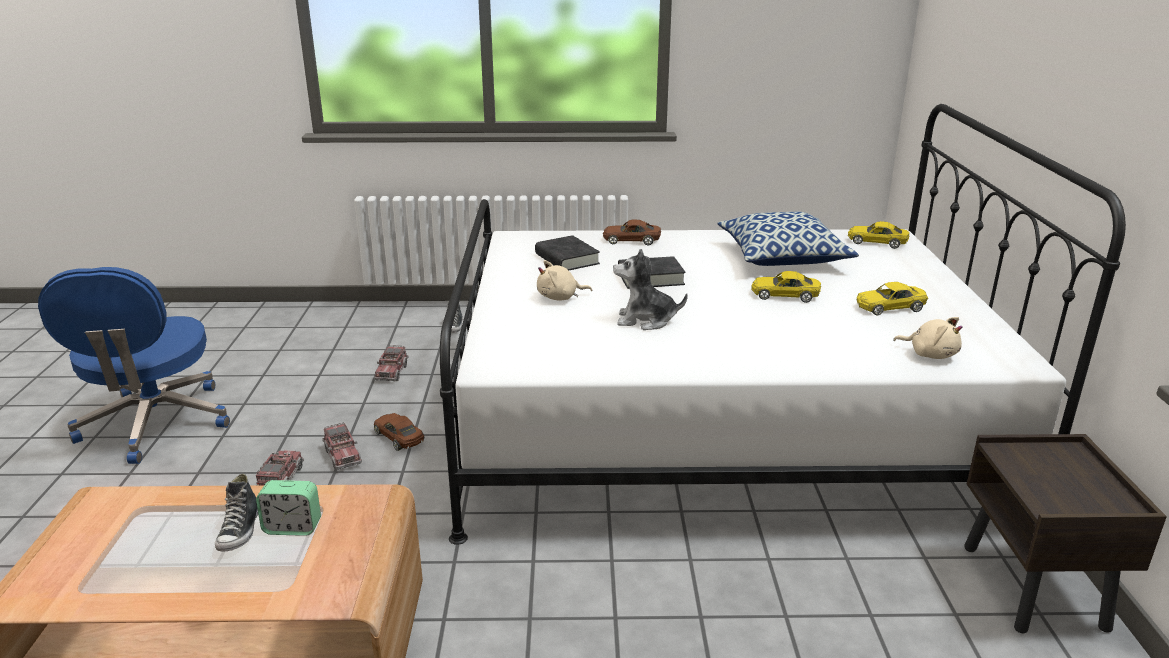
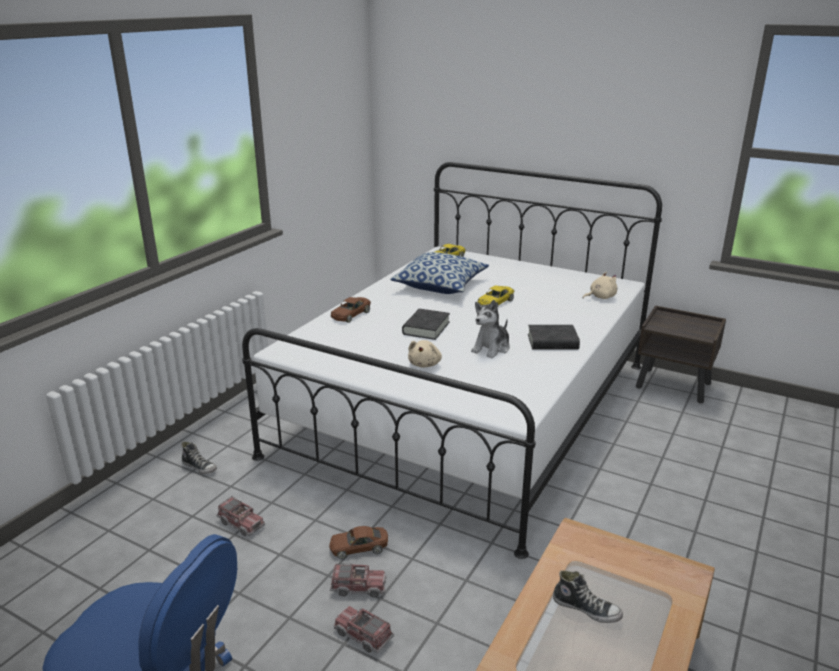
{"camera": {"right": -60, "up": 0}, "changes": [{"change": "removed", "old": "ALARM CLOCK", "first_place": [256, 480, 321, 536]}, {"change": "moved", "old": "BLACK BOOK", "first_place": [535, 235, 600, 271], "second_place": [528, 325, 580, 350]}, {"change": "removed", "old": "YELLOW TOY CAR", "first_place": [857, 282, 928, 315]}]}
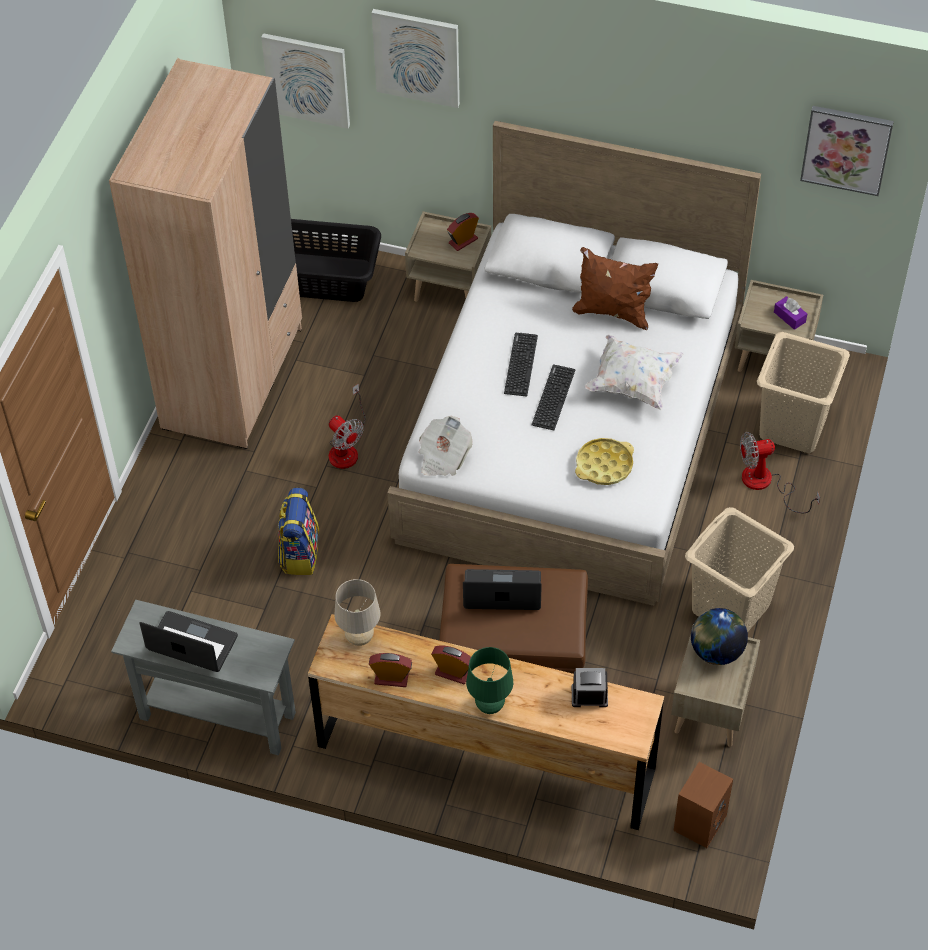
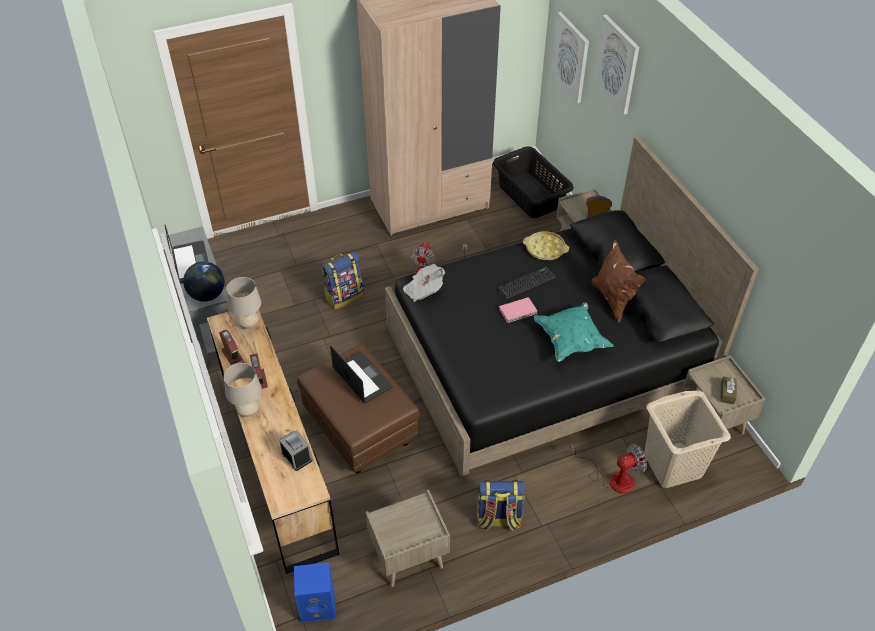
{"camera": {"right": 50, "up": -5}, "changes": [{"change": "recoloured", "old": "WHITE BED", "new": "BLACK BED", "first_place": [387, 121, 761, 606], "second_place": [385, 136, 759, 477]}, {"change": "recoloured", "old": "GREEN TABLE LAMP", "new": "BEIGE TABLE LAMP", "first_place": [466, 647, 513, 714], "second_place": [224, 363, 262, 417]}, {"change": "replaced", "old": "KEYBOARD", "new": "PINK BOOK", "first_place": [532, 365, 575, 430], "second_place": [498, 297, 537, 323]}, {"change": "moved", "old": "YELLOW TRAY", "first_place": [575, 438, 634, 485], "second_place": [523, 231, 569, 260]}, {"change": "recoloured", "old": "WHITE PILLOW", "new": "TURQUOISE PILLOW", "first_place": [585, 334, 683, 410], "second_place": [534, 303, 614, 362]}, {"change": "recoloured", "old": "BROWN SPEAKER", "new": "BLUE SPEAKER", "first_place": [673, 762, 733, 848], "second_place": [294, 562, 336, 623]}, {"change": "replaced", "old": "BEIGE LAUNDRY BASKET", "new": "BACKPACK", "first_place": [685, 507, 794, 632], "second_place": [477, 480, 525, 531]}, {"change": "moved", "old": "GLOBE", "first_place": [691, 608, 748, 665], "second_place": [183, 261, 225, 302]}, {"change": "turned", "old": "FAN", "first_place": [740, 432, 820, 513], "second_place": [570, 443, 647, 494], "degrees": 120}, {"change": "recoloured", "old": "PURPLE TISSUE BOX", "new": "BROWN TISSUE BOX", "first_place": [774, 296, 807, 330], "second_place": [720, 376, 737, 404]}, {"change": "removed", "old": "PICTURE", "first_place": [800, 106, 894, 196]}]}
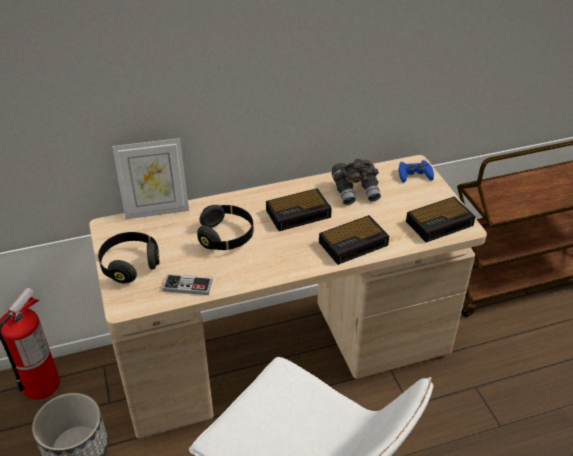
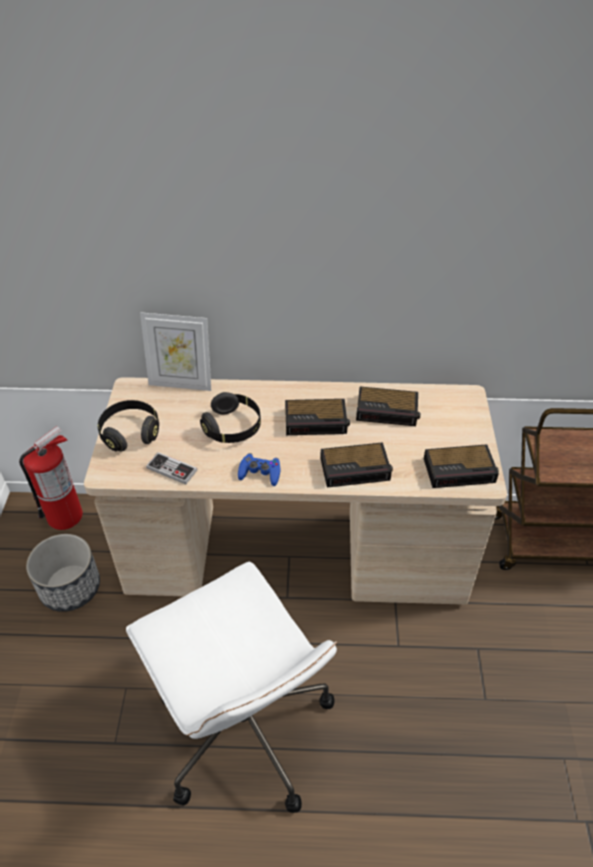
{"camera": {"right": 20, "up": 5}, "changes": [{"change": "replaced", "old": "GREY BINOCULARS", "new": "ALARM CLOCK", "first_place": [332, 159, 381, 205], "second_place": [356, 387, 421, 426]}, {"change": "moved", "old": "BLUE GAME CONTROLLER", "first_place": [398, 160, 434, 183], "second_place": [238, 453, 280, 486]}]}
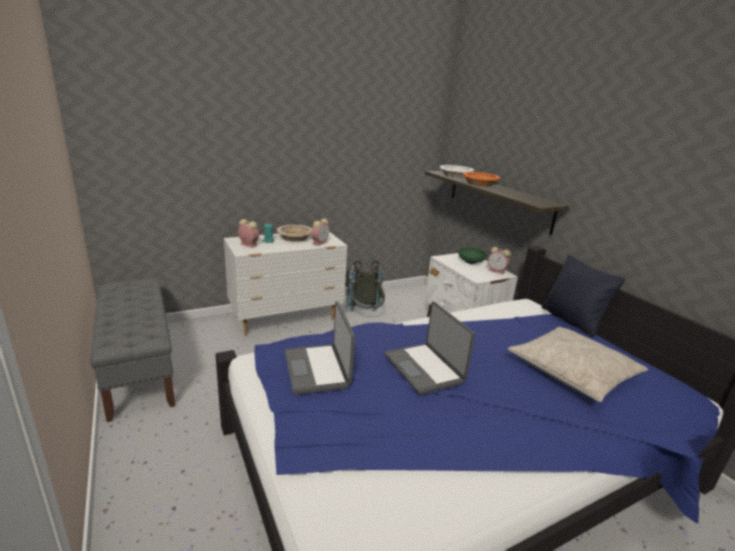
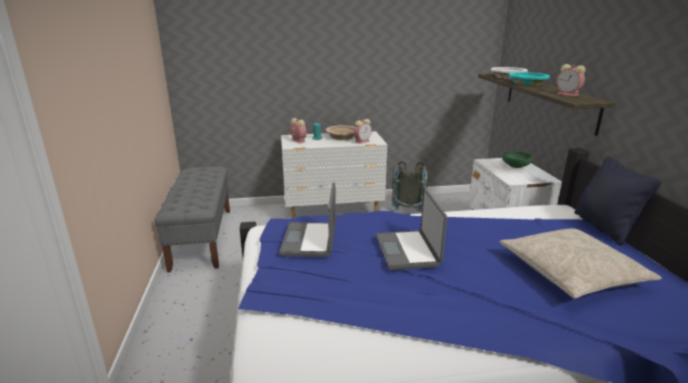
{"camera": {"right": 20, "up": 0}, "changes": [{"change": "recoloured", "old": "ORANGE BOWL", "new": "TURQUOISE BOWL", "first_place": [463, 172, 500, 186], "second_place": [509, 72, 550, 86]}, {"change": "moved", "old": "ALARM CLOCK", "first_place": [488, 247, 511, 274], "second_place": [557, 64, 586, 96]}]}
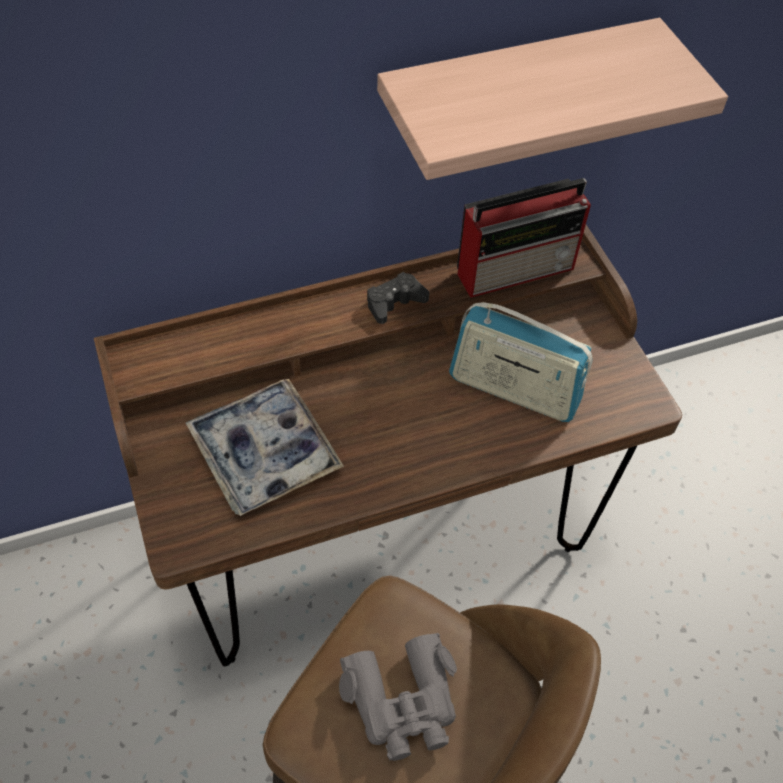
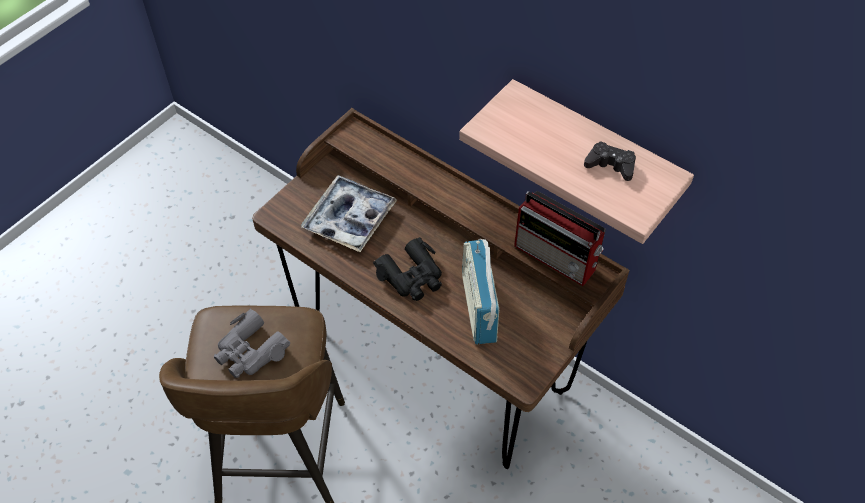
{"camera": {"right": 60, "up": 0}, "changes": [{"change": "moved", "old": "BLACK GAME CONTROLLER", "first_place": [367, 272, 429, 324], "second_place": [584, 141, 636, 181]}, {"change": "added", "new": "BLACK BINOCULARS", "second_place": [373, 237, 442, 301]}]}
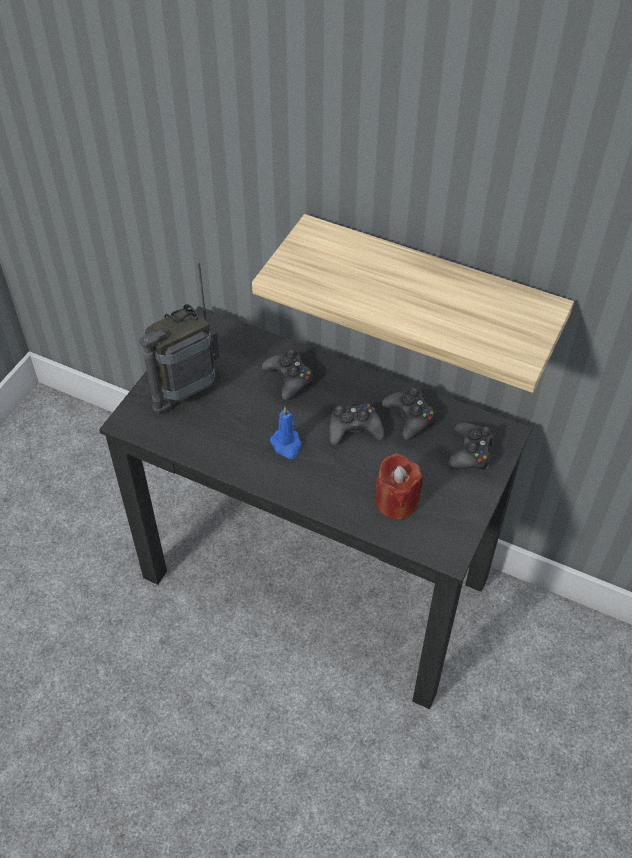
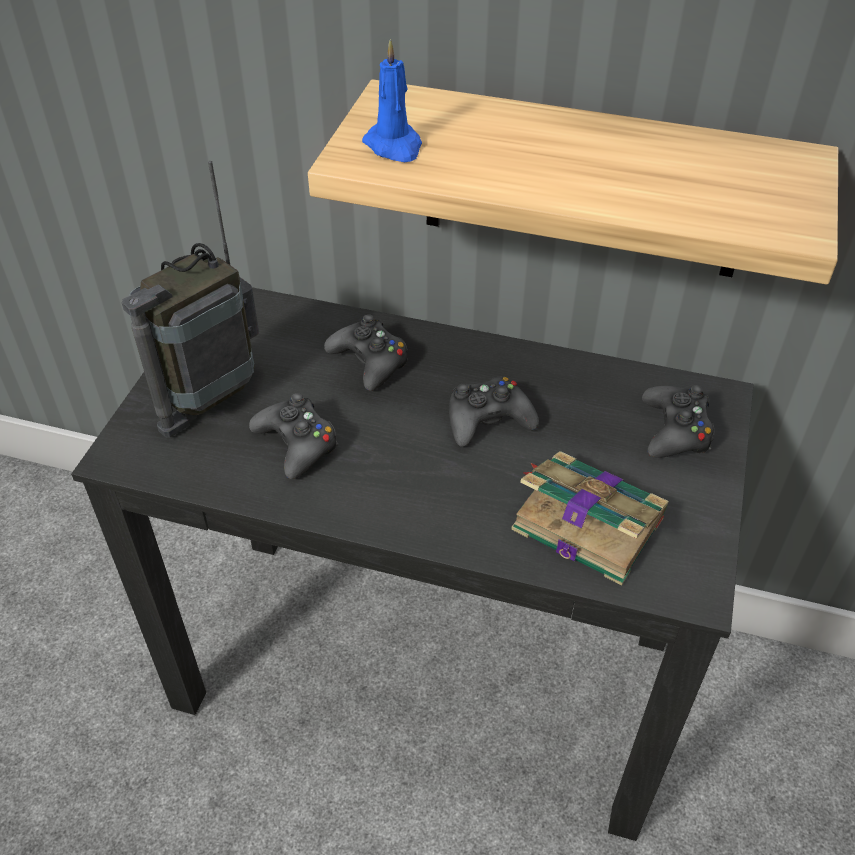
{"camera": {"right": -10, "up": -5}, "changes": [{"change": "moved", "old": "BLUE CANDLE", "first_place": [270, 407, 301, 459], "second_place": [362, 39, 422, 162]}, {"change": "replaced", "old": "RED CANDLE", "new": "BOOK", "first_place": [376, 453, 423, 520], "second_place": [511, 451, 669, 585]}, {"change": "moved", "old": "BLACK GAME CONTROLLER", "first_place": [382, 387, 436, 440], "second_place": [249, 393, 338, 479]}]}
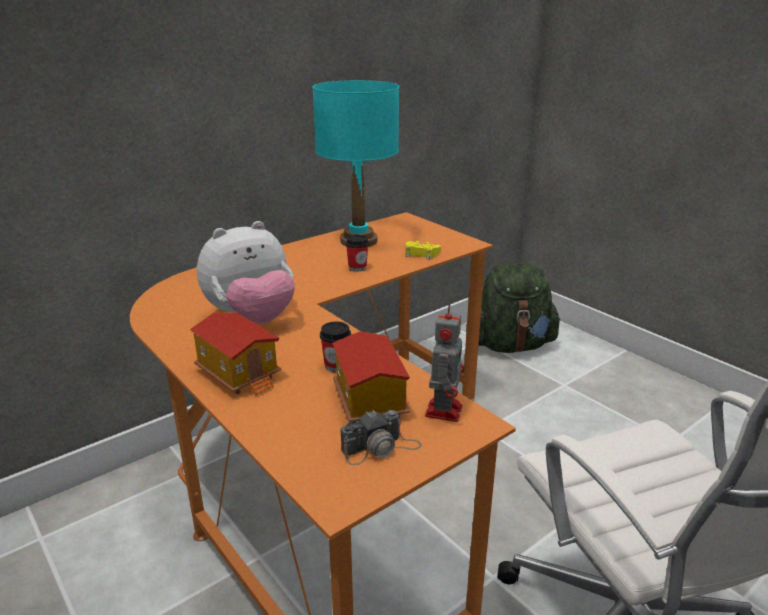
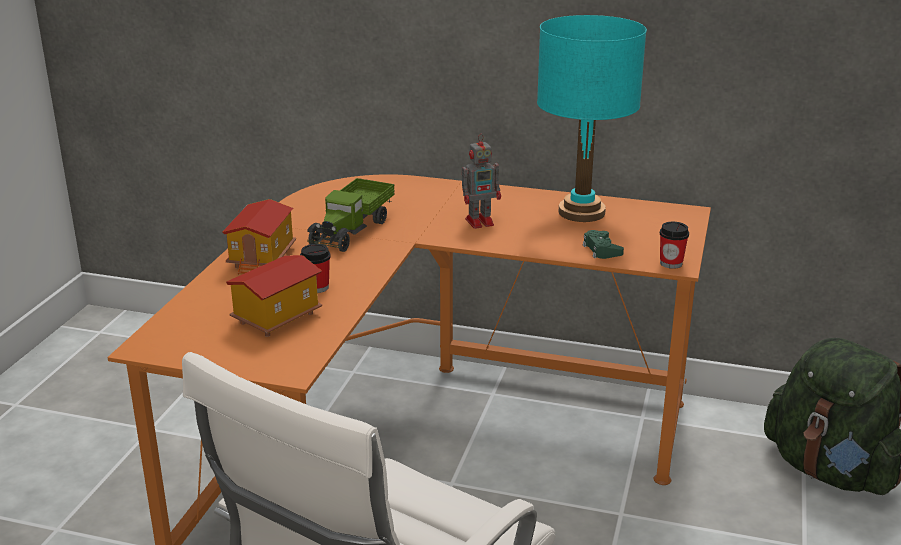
{"camera": {"right": 55, "up": 0}, "changes": [{"change": "replaced", "old": "PLUSH TOY", "new": "TOY TRUCK", "first_place": [197, 221, 295, 324], "second_place": [307, 178, 395, 252]}, {"change": "removed", "old": "PHOTO CAMERA", "first_place": [341, 410, 422, 465]}, {"change": "moved", "old": "CUP", "first_place": [346, 234, 369, 272], "second_place": [660, 222, 689, 269]}, {"change": "recoloured", "old": "YELLOW GAME CONTROLLER", "new": "GREEN GAME CONTROLLER", "first_place": [405, 241, 441, 260], "second_place": [583, 230, 624, 259]}, {"change": "moved", "old": "TOY ROBOT", "first_place": [425, 303, 465, 422], "second_place": [462, 134, 501, 229]}]}
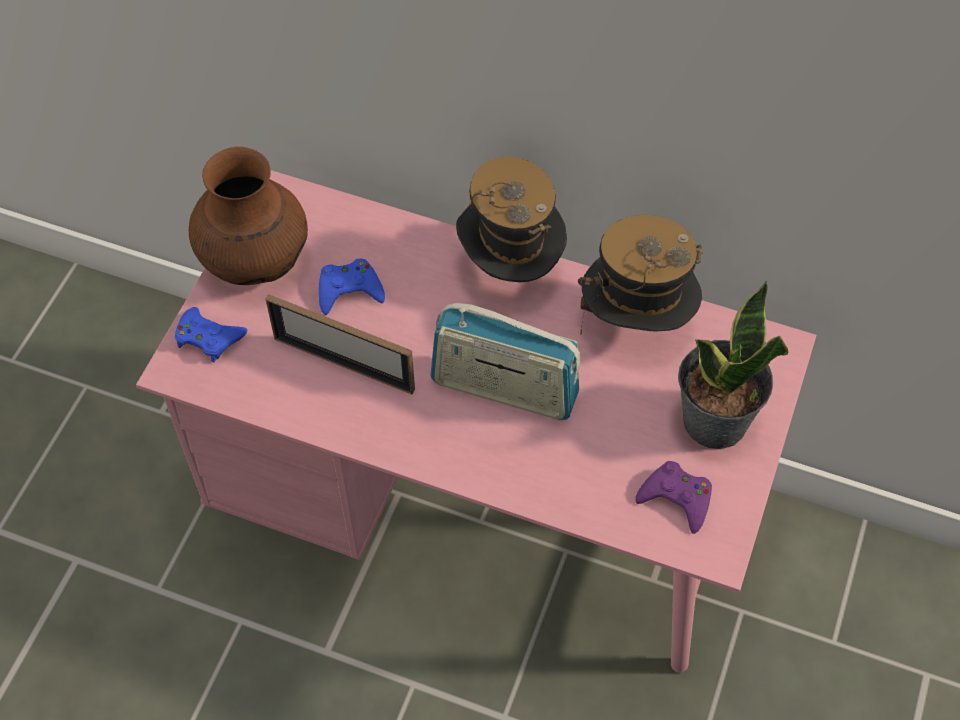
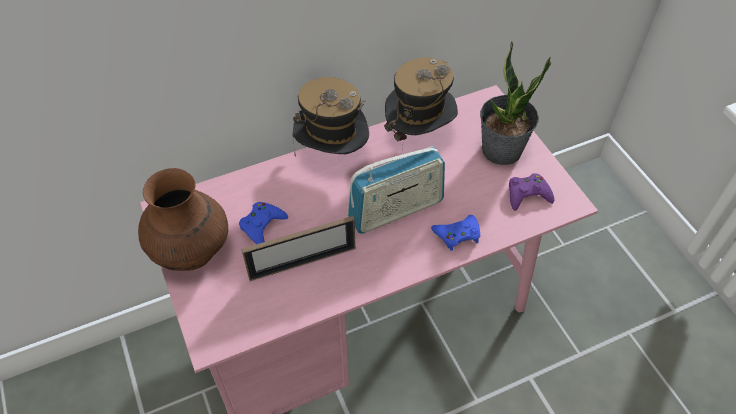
{"camera": {"right": -45, "up": -5}, "changes": [{"change": "moved", "old": "BLUE GAME CONTROLLER", "first_place": [175, 307, 247, 362], "second_place": [431, 215, 480, 251]}]}
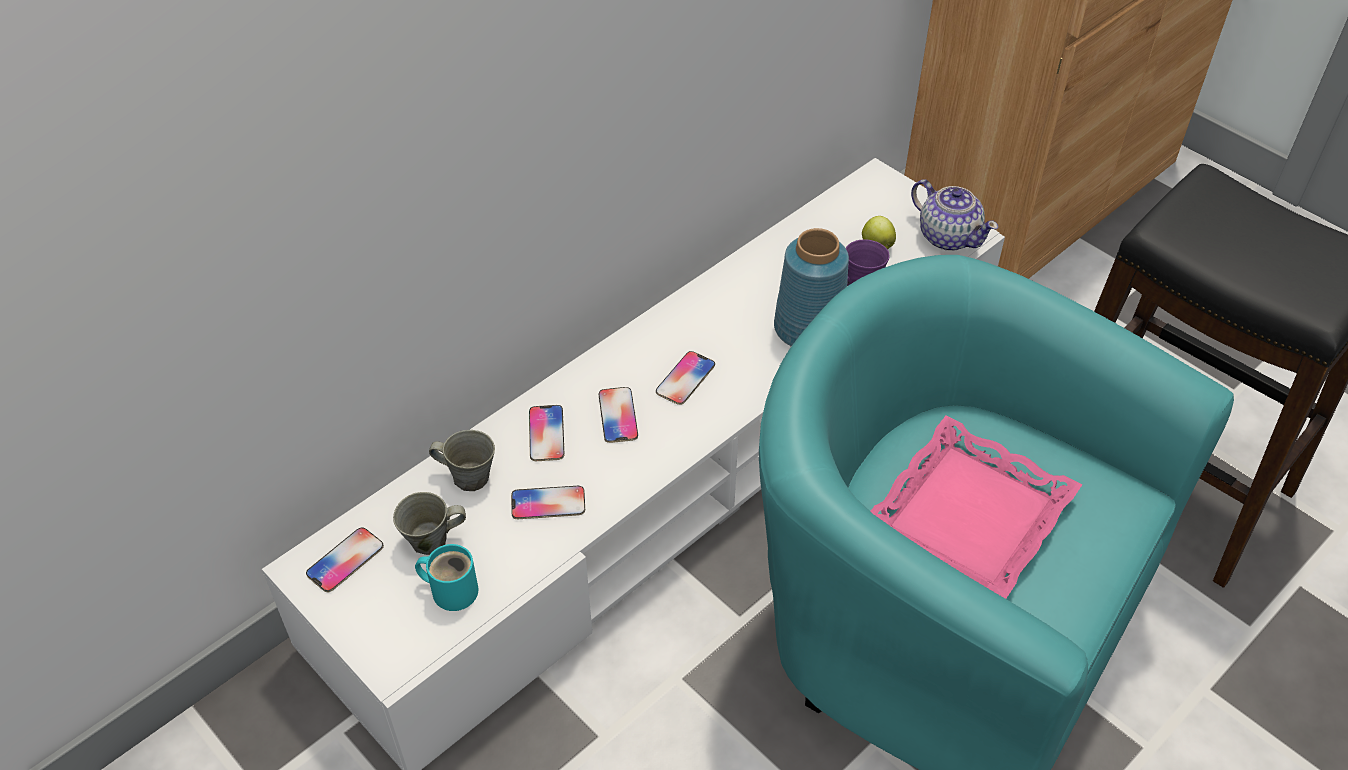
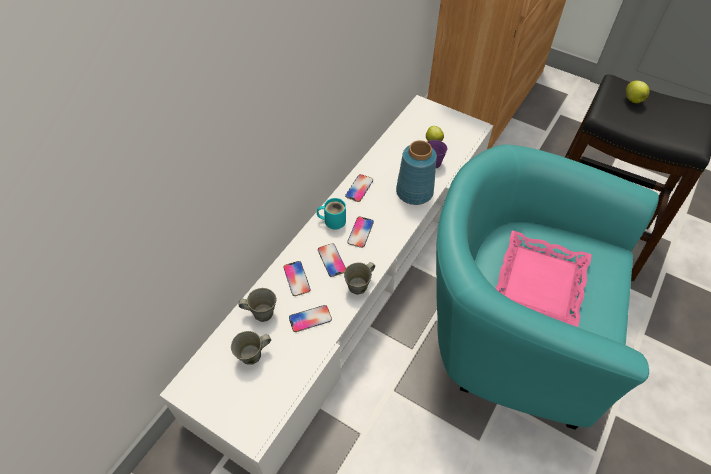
{"camera": {"right": -15, "up": 5}, "changes": [{"change": "moved", "old": "PHONE", "first_place": [306, 528, 384, 592], "second_place": [345, 174, 373, 202]}, {"change": "moved", "old": "TURQUOISE MUG", "first_place": [415, 544, 478, 611], "second_place": [317, 198, 346, 230]}, {"change": "removed", "old": "TEAPOT", "first_place": [911, 179, 998, 251]}, {"change": "added", "new": "GREY MUG", "second_place": [344, 262, 375, 295]}, {"change": "added", "new": "APPLE", "second_place": [626, 80, 650, 103]}]}
